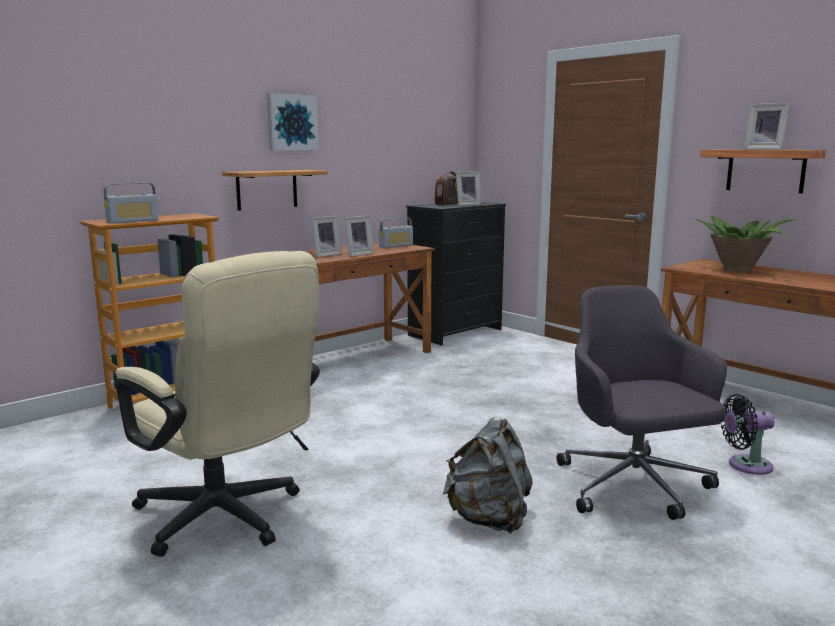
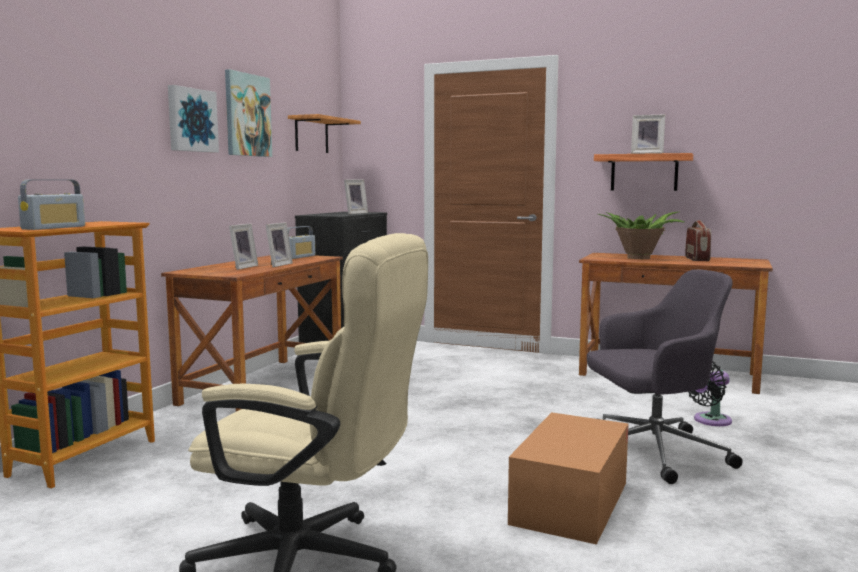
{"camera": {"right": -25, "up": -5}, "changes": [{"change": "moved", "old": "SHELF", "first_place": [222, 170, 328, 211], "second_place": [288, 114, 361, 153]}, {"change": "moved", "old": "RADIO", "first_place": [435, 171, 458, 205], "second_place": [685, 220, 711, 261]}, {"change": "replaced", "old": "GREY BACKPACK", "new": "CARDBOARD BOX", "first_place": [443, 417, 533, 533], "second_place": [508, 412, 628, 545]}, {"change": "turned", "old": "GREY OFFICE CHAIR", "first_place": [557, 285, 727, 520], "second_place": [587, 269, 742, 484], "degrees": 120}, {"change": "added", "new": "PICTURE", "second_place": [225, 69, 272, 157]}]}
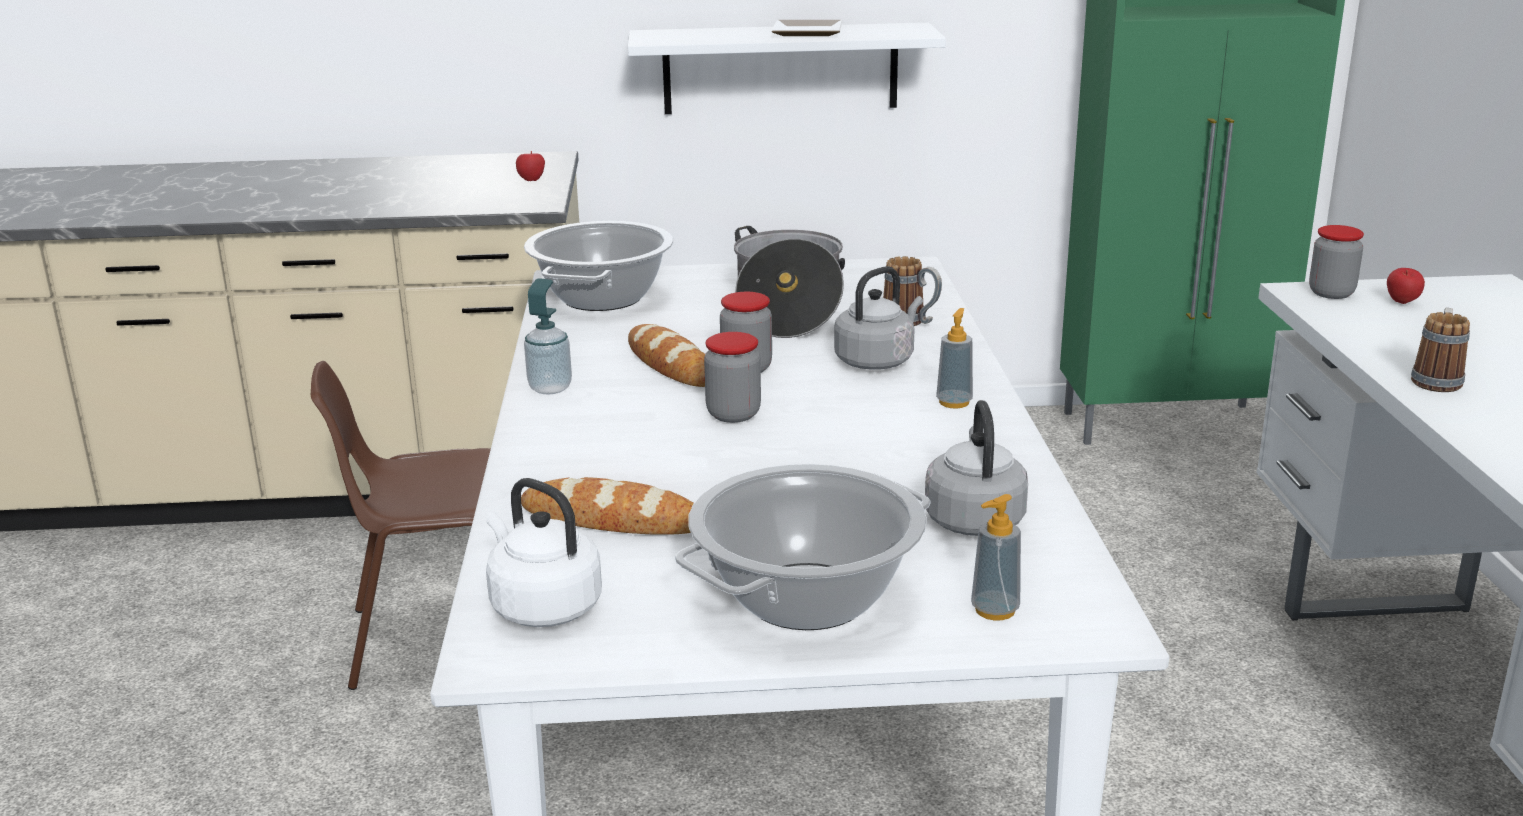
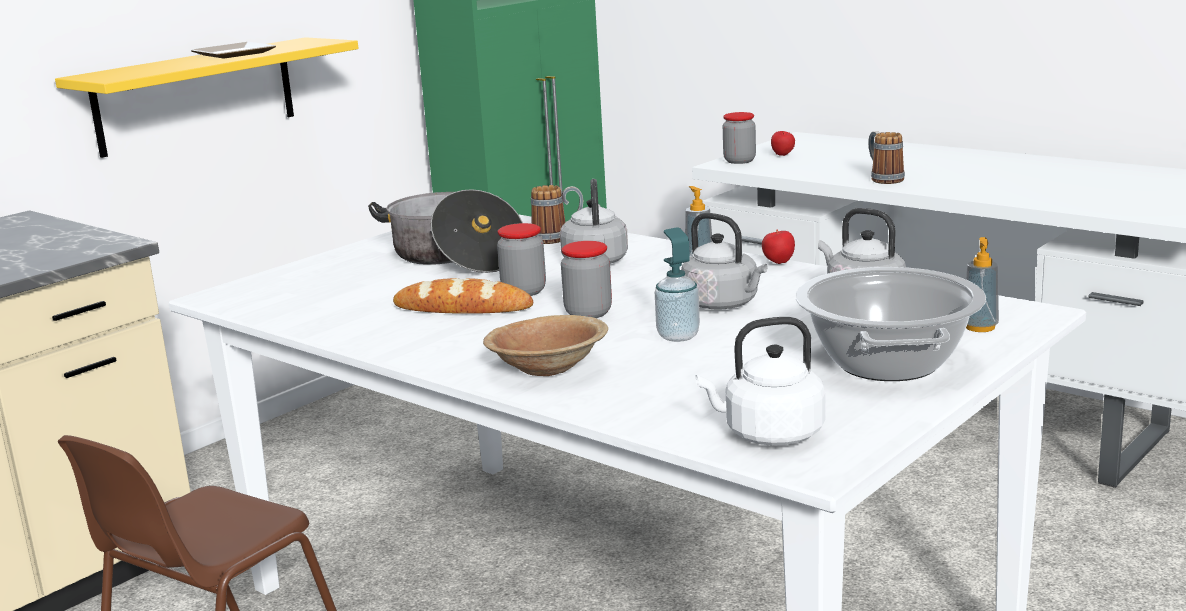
{"camera": {"right": -45, "up": -5}, "changes": [{"change": "moved", "old": "APPLE", "first_place": [516, 151, 545, 181], "second_place": [762, 230, 795, 264]}, {"change": "removed", "old": "BREAD", "first_place": [521, 477, 694, 535]}, {"change": "removed", "old": "COOKING POT", "first_place": [524, 221, 674, 311]}, {"change": "moved", "old": "SOAP DISPENSER", "first_place": [524, 278, 572, 394], "second_place": [655, 228, 700, 342]}, {"change": "recoloured", "old": "WHITE SHELF", "new": "YELLOW SHELF", "first_place": [628, 23, 946, 114], "second_place": [55, 37, 358, 158]}, {"change": "added", "new": "BROWN BOWL", "second_place": [483, 315, 608, 376]}, {"change": "added", "new": "GREY KETTLE", "second_place": [681, 213, 767, 310]}]}
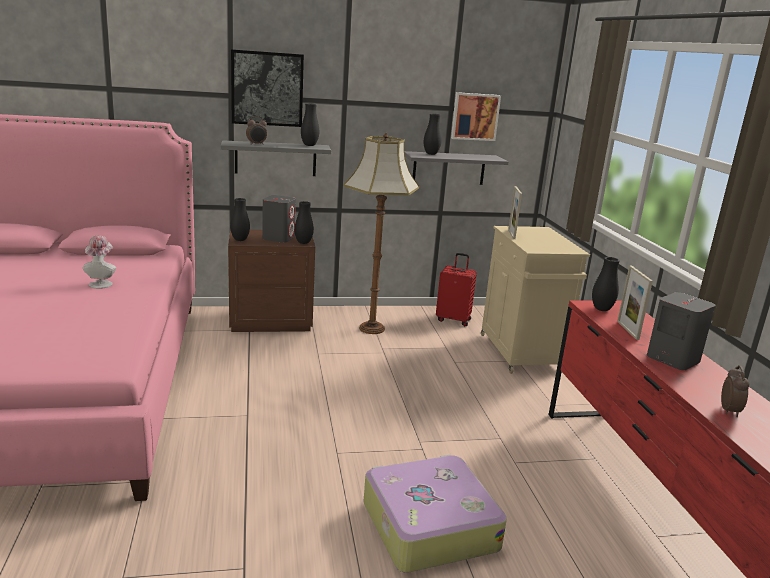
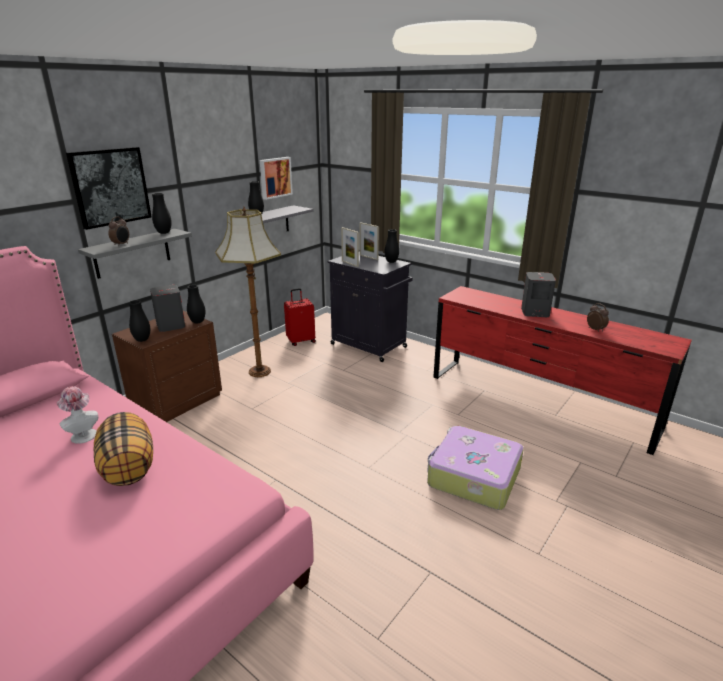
{"camera": {"right": -40, "up": 5}, "changes": [{"change": "recoloured", "old": "BEIGE CABINET", "new": "BLACK CABINET", "first_place": [481, 226, 590, 374], "second_place": [328, 252, 413, 362]}, {"change": "moved", "old": "BLACK VASE", "first_place": [592, 257, 620, 311], "second_place": [384, 229, 399, 263]}, {"change": "moved", "old": "PICTURE FRAME", "first_place": [617, 266, 653, 340], "second_place": [359, 222, 379, 260]}, {"change": "added", "new": "PILLOW", "second_place": [94, 412, 153, 486]}]}
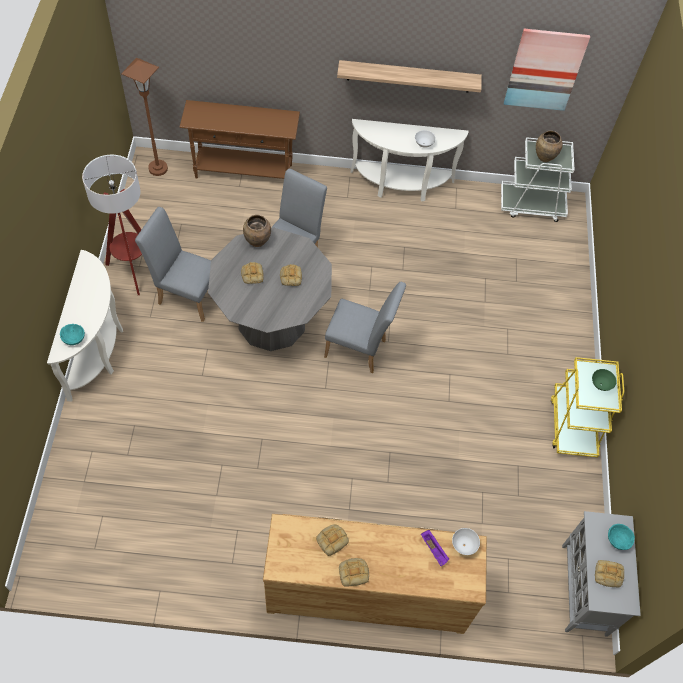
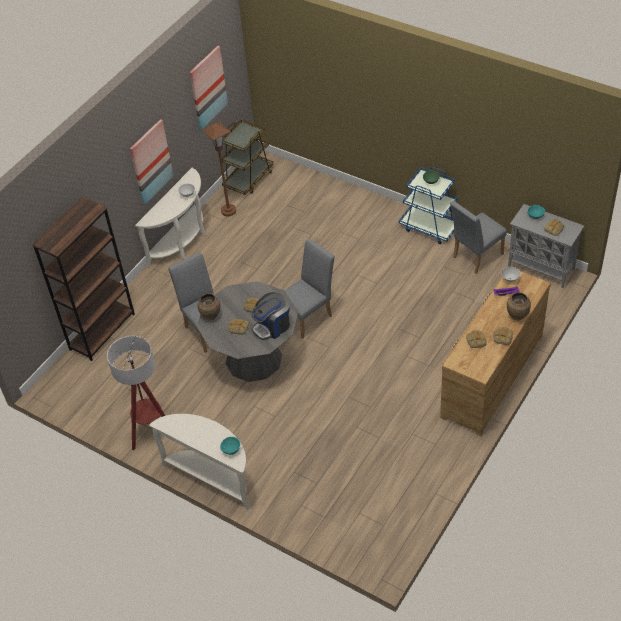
{"camera": {"right": -55, "up": -10}, "changes": [{"change": "moved", "old": "BROWN FLOOR LAMP", "first_place": [121, 57, 168, 176], "second_place": [202, 122, 236, 216]}, {"change": "moved", "old": "GREY CHAIR", "first_place": [135, 207, 211, 322], "second_place": [450, 201, 507, 274]}, {"change": "replaced", "old": "BROWN CONSOLE TABLE", "new": "BROWN BOOKCASE", "first_place": [179, 100, 300, 179], "second_place": [33, 197, 135, 361]}, {"change": "replaced", "old": "SHELF", "new": "PICTURE", "first_place": [337, 60, 482, 93], "second_place": [130, 119, 174, 205]}, {"change": "recoloured", "old": "WHITE CART", "new": "BROWN CART", "first_place": [501, 137, 575, 222], "second_place": [222, 119, 273, 195]}, {"change": "moved", "old": "BROWN VASE", "first_place": [536, 131, 563, 162], "second_place": [507, 292, 531, 320]}, {"change": "recoloured", "old": "YELLOW CART", "new": "BLUE CART", "first_place": [551, 357, 624, 457], "second_place": [399, 167, 457, 244]}, {"change": "added", "new": "COFFEE MACHINE", "second_place": [252, 292, 290, 340]}]}
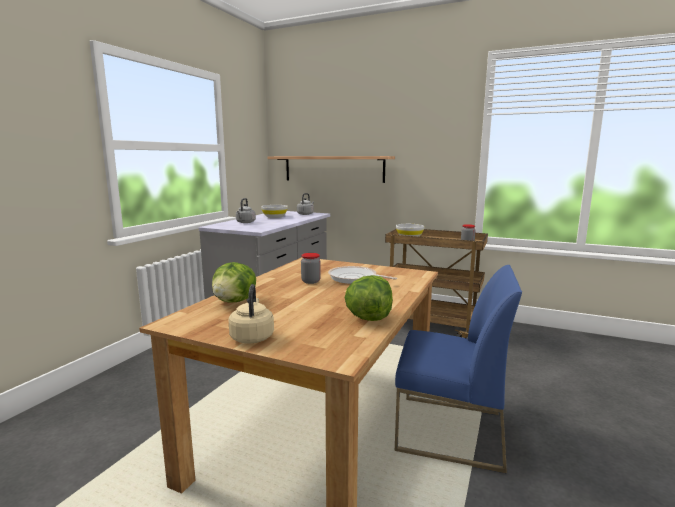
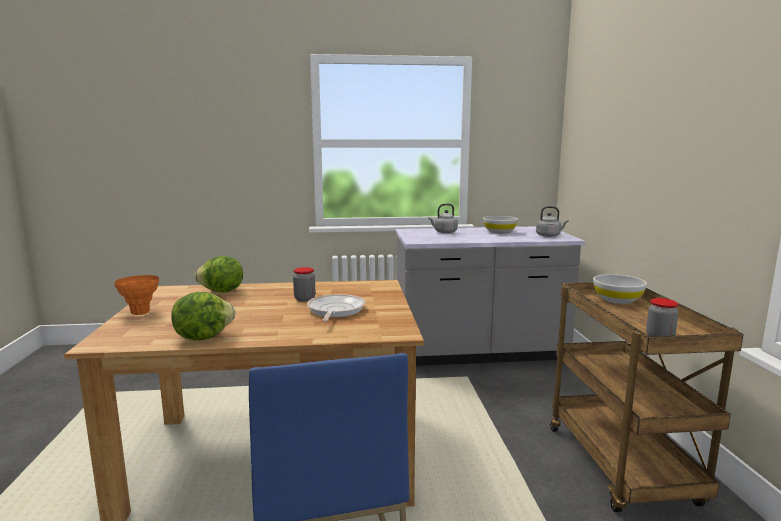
{"camera": {"right": 60, "up": 0}, "changes": [{"change": "replaced", "old": "BEIGE KETTLE", "new": "ORANGE VASE", "first_place": [228, 284, 274, 343], "second_place": [114, 275, 159, 315]}, {"change": "removed", "old": "SHELF", "first_place": [267, 156, 395, 183]}]}
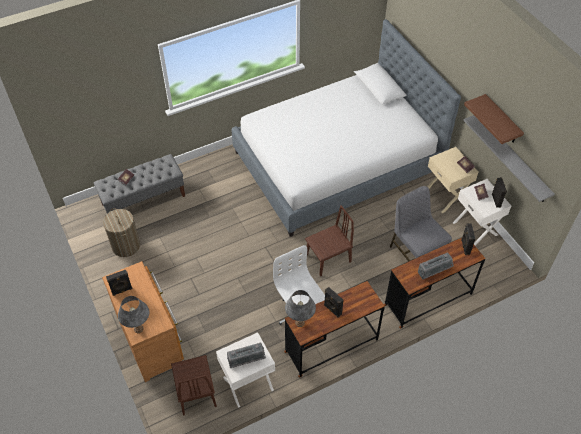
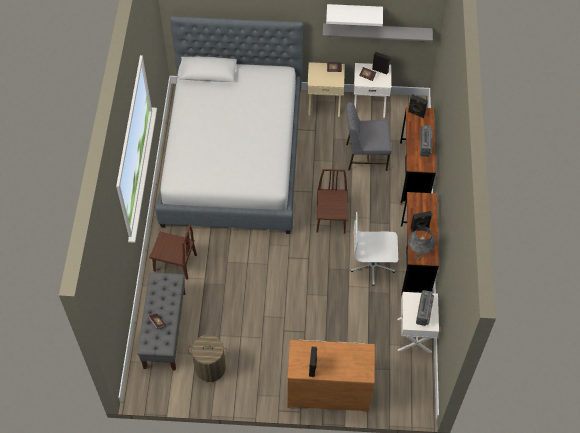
{"camera": {"right": -60, "up": 5}, "changes": [{"change": "removed", "old": "GREY TABLE LAMP", "first_place": [118, 296, 149, 333]}, {"change": "moved", "old": "BROWN CHAIR", "first_place": [171, 355, 217, 416], "second_place": [149, 225, 197, 280]}, {"change": "recoloured", "old": "BROWN SHELF", "new": "WHITE SHELF", "first_place": [464, 94, 524, 144], "second_place": [326, 4, 383, 26]}]}
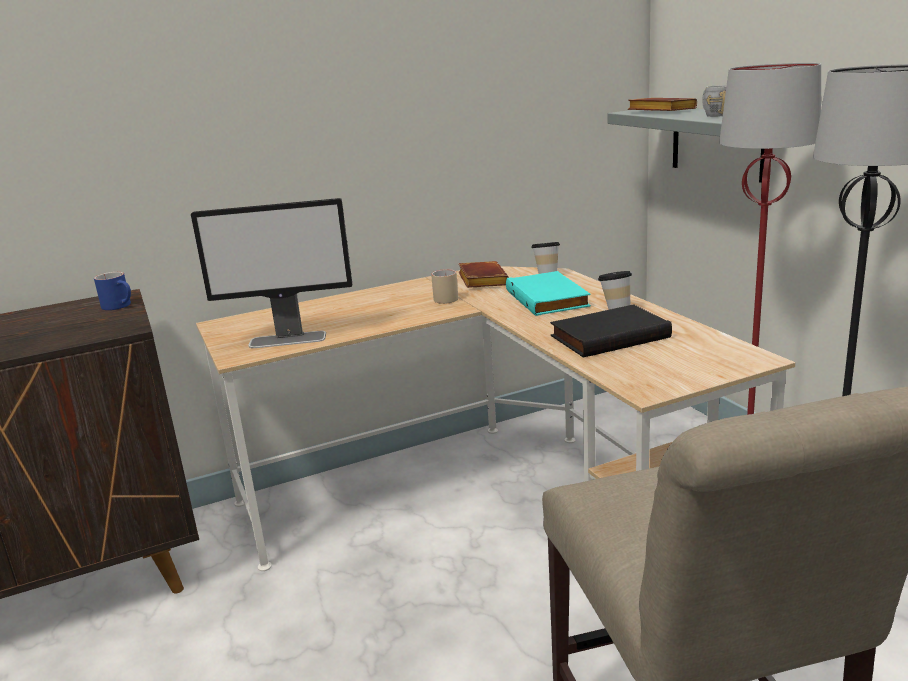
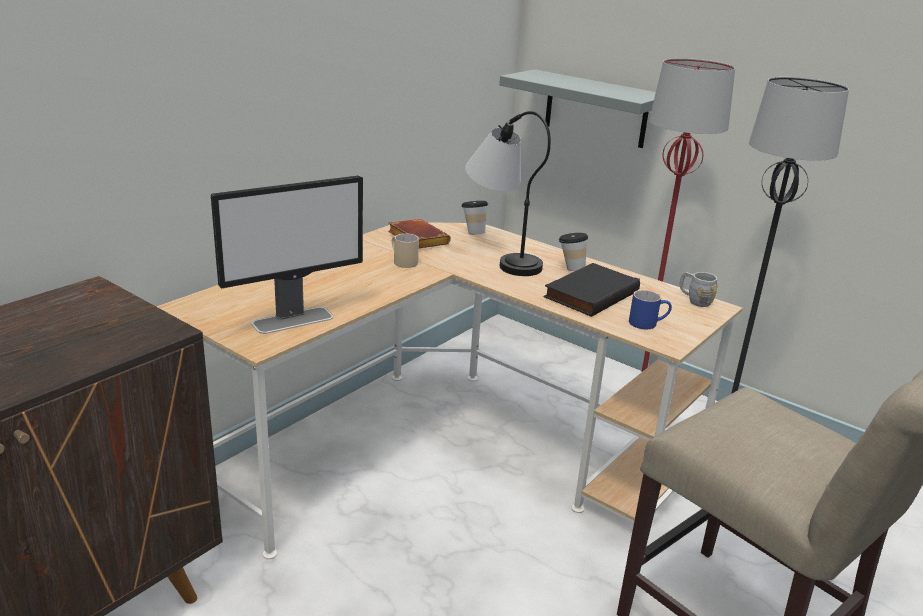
{"camera": {"right": -30, "up": 5}, "changes": [{"change": "moved", "old": "BLUE MUG", "first_place": [94, 272, 131, 310], "second_place": [629, 290, 672, 329]}, {"change": "replaced", "old": "TURQUOISE BOOK", "new": "TABLE LAMP", "first_place": [506, 271, 591, 316], "second_place": [465, 111, 551, 276]}, {"change": "removed", "old": "BROWN BOOK", "first_place": [628, 98, 697, 111]}, {"change": "moved", "old": "GREY MUG", "first_place": [702, 85, 727, 117], "second_place": [680, 272, 718, 307]}]}
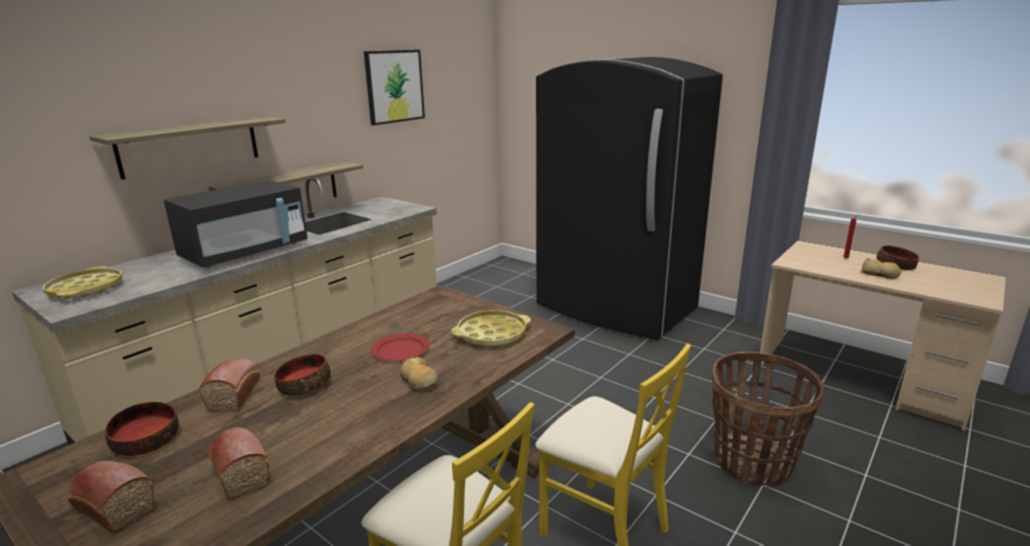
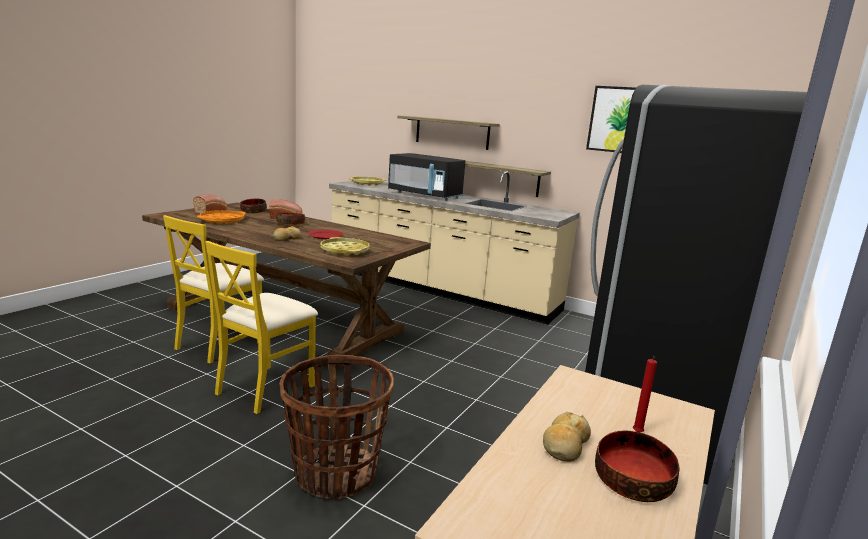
{"camera": {"right": 80, "up": -5}, "changes": [{"change": "replaced", "old": "BREAD", "new": "ORANGE TRAY", "first_place": [209, 427, 269, 500], "second_place": [197, 210, 246, 224]}]}
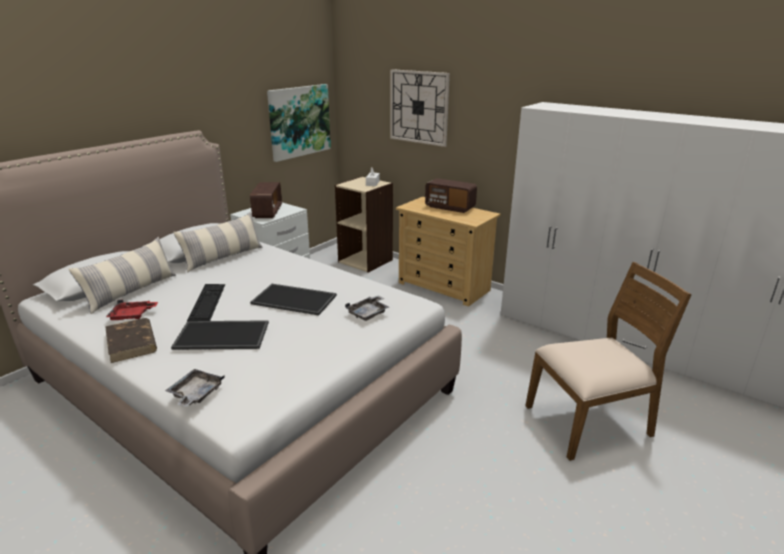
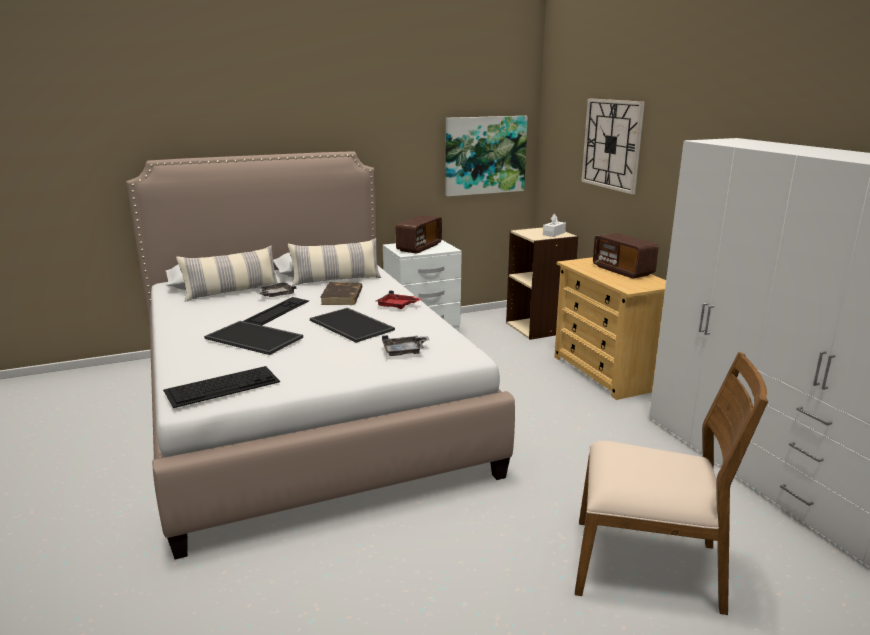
{"camera": {"right": 30, "up": -5}, "changes": [{"change": "moved", "old": "BROWN BOOK", "first_place": [105, 318, 157, 363], "second_place": [321, 282, 362, 305]}, {"change": "moved", "old": "RED TRAY", "first_place": [106, 300, 158, 320], "second_place": [376, 290, 422, 309]}, {"change": "moved", "old": "GREY TRAY", "first_place": [165, 369, 225, 407], "second_place": [257, 282, 297, 297]}, {"change": "added", "new": "KEYBOARD", "second_place": [163, 366, 280, 408]}]}
